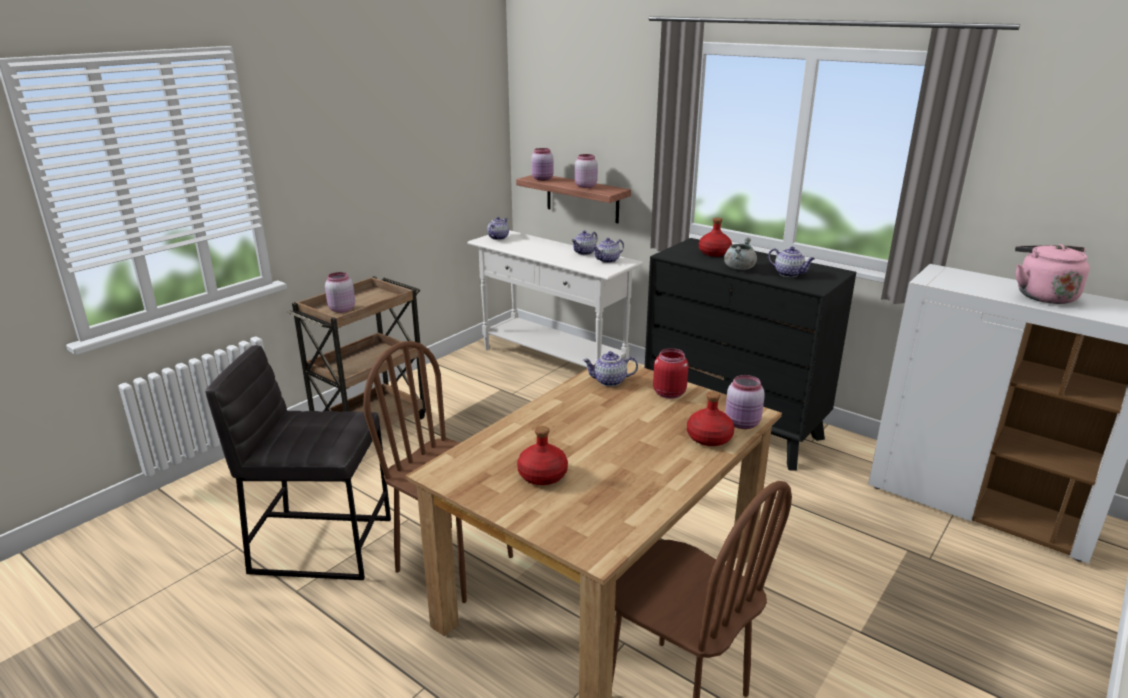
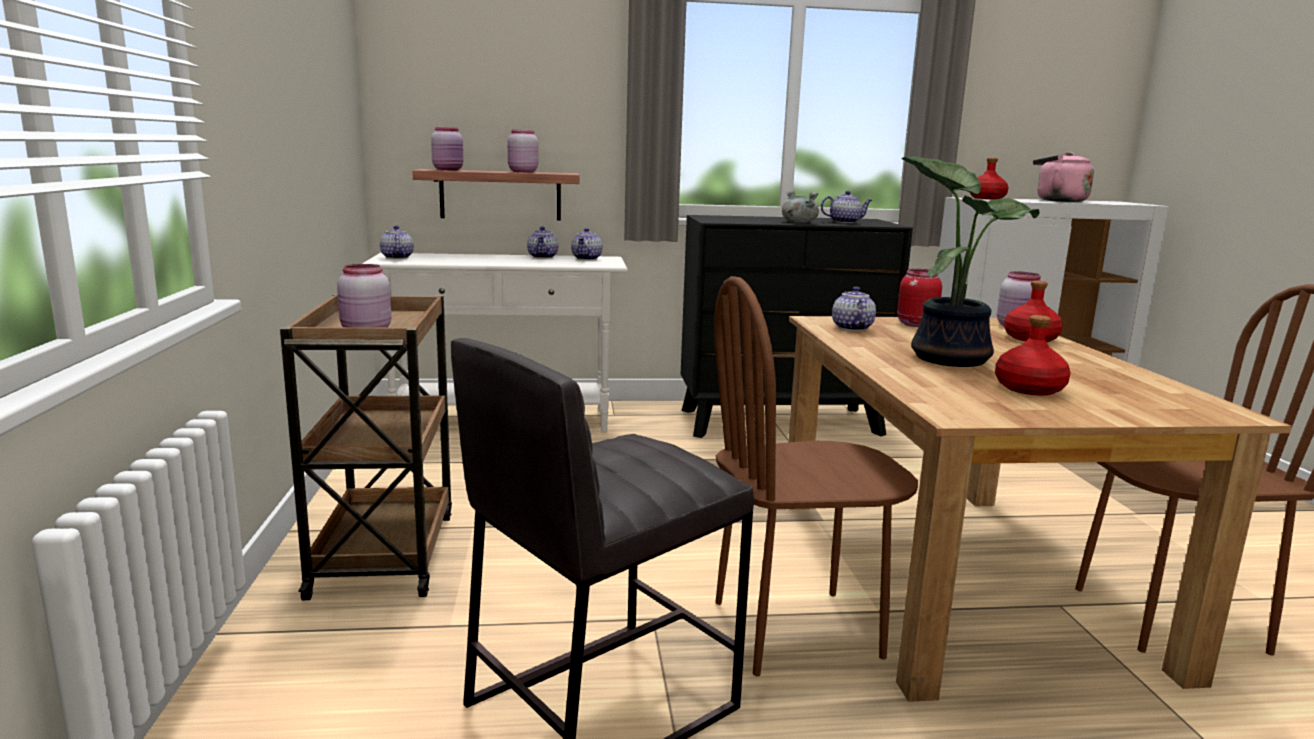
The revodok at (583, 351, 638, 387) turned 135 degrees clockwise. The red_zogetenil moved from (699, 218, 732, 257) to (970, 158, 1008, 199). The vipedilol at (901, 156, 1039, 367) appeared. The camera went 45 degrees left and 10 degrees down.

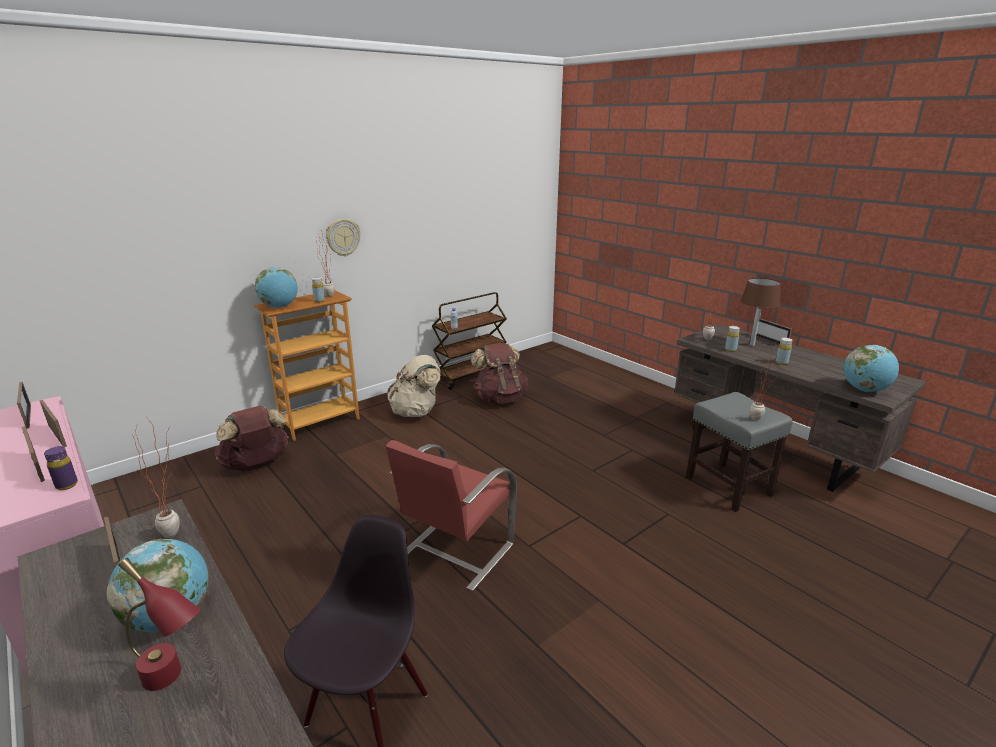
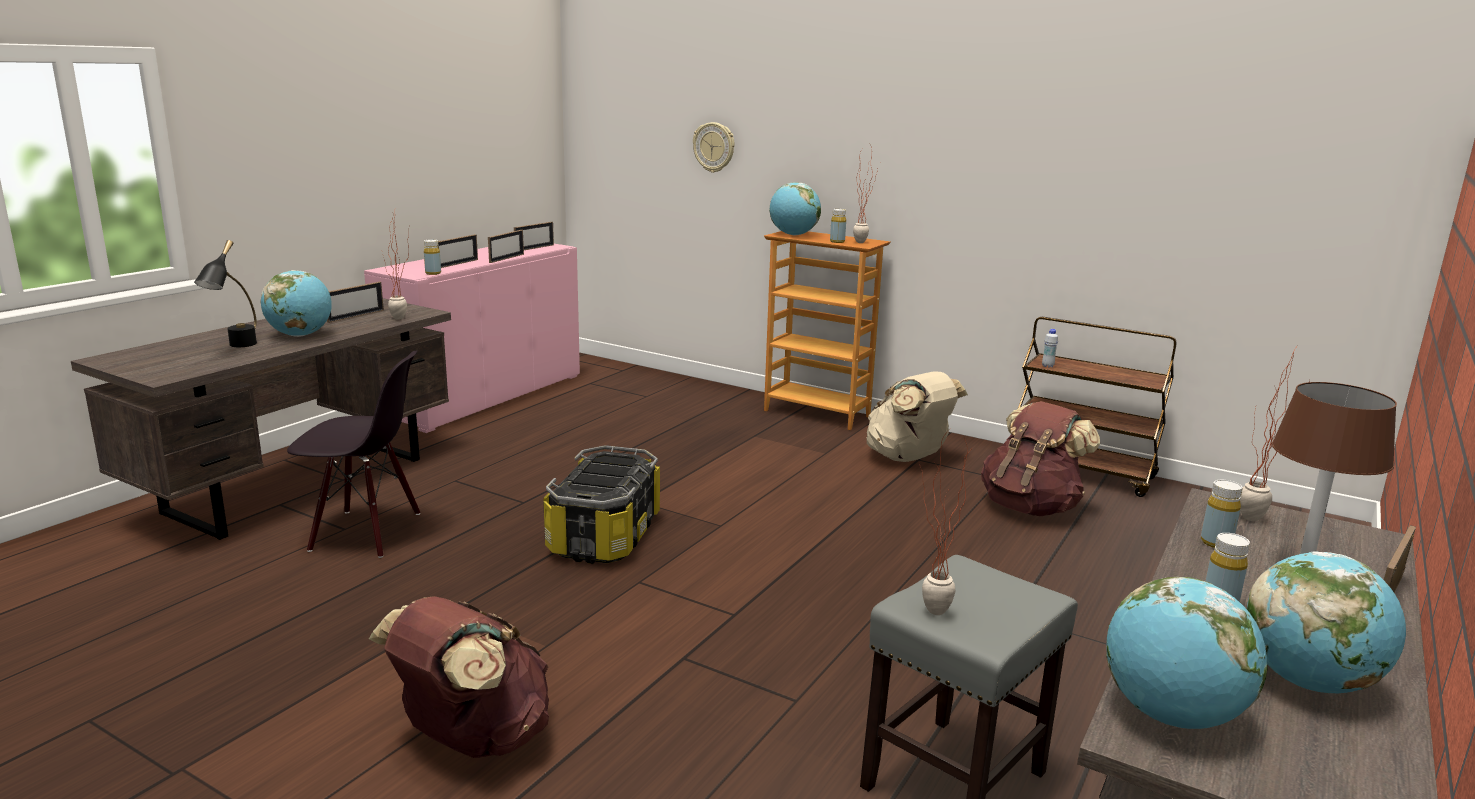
The purple_zogetenil at (44, 446, 78, 490) became the yellow_zogetenil at (424, 239, 441, 275). The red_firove at (118, 558, 201, 691) became the black_firove at (194, 240, 257, 347). The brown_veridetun moved from (214, 405, 289, 472) to (369, 596, 549, 758). The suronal moved from (326, 219, 361, 256) to (693, 122, 735, 173). The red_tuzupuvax at (386, 440, 517, 591) was replaced by the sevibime at (543, 445, 660, 564). The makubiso at (1247, 551, 1406, 693) appeared. The camera went 70 degrees right and 5 degrees down.

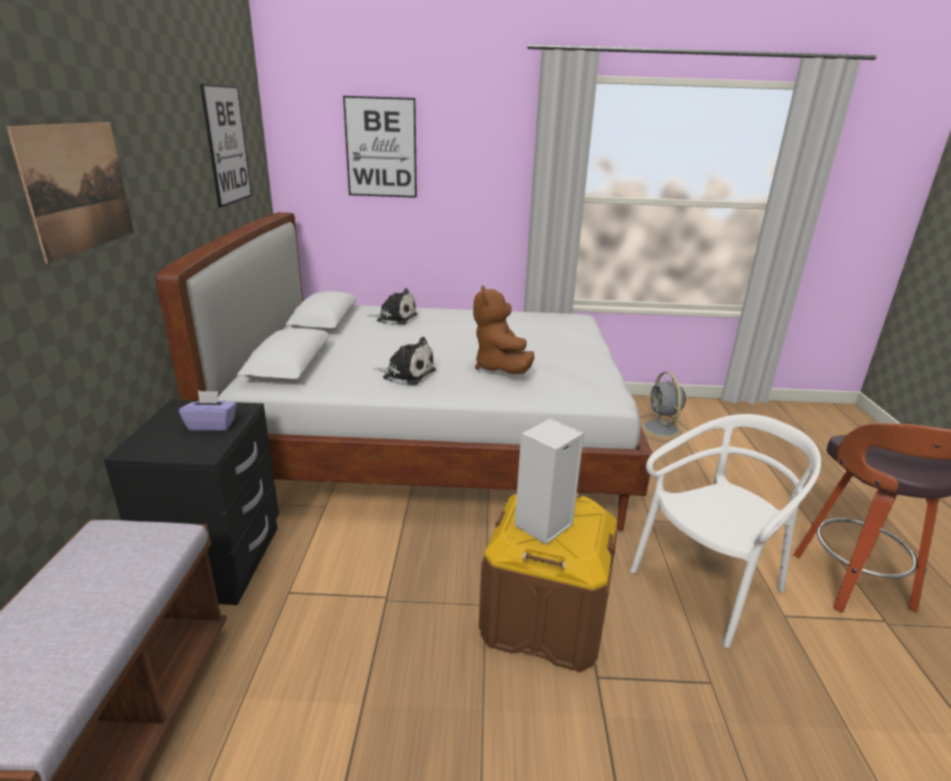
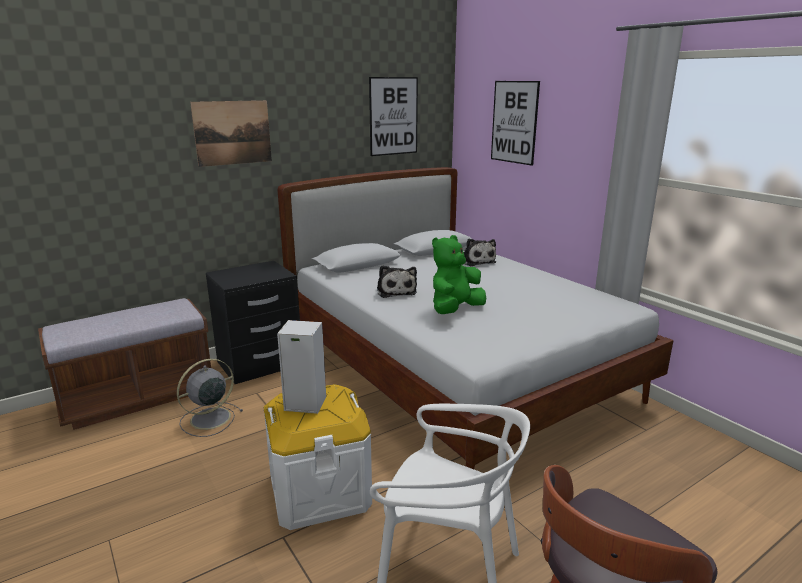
The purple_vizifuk at (179, 390, 237, 431) disappeared. The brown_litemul at (473, 285, 534, 374) became the green_litemul at (432, 235, 486, 314). The brown_sevibime at (479, 494, 618, 672) became the white_sevibime at (264, 384, 372, 530). The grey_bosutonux moved from (640, 372, 689, 442) to (177, 359, 243, 437). The camera went 55 degrees right and 5 degrees down.

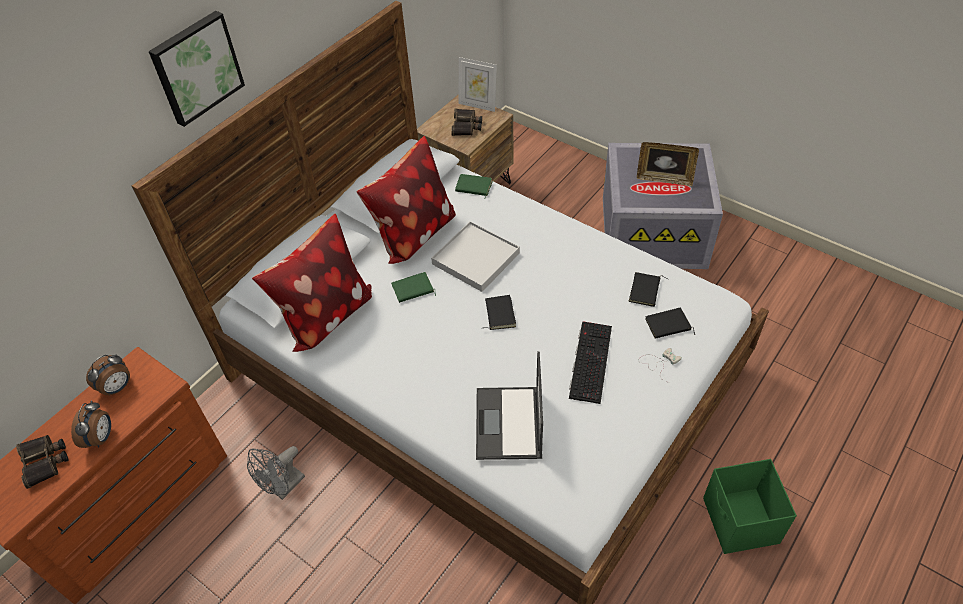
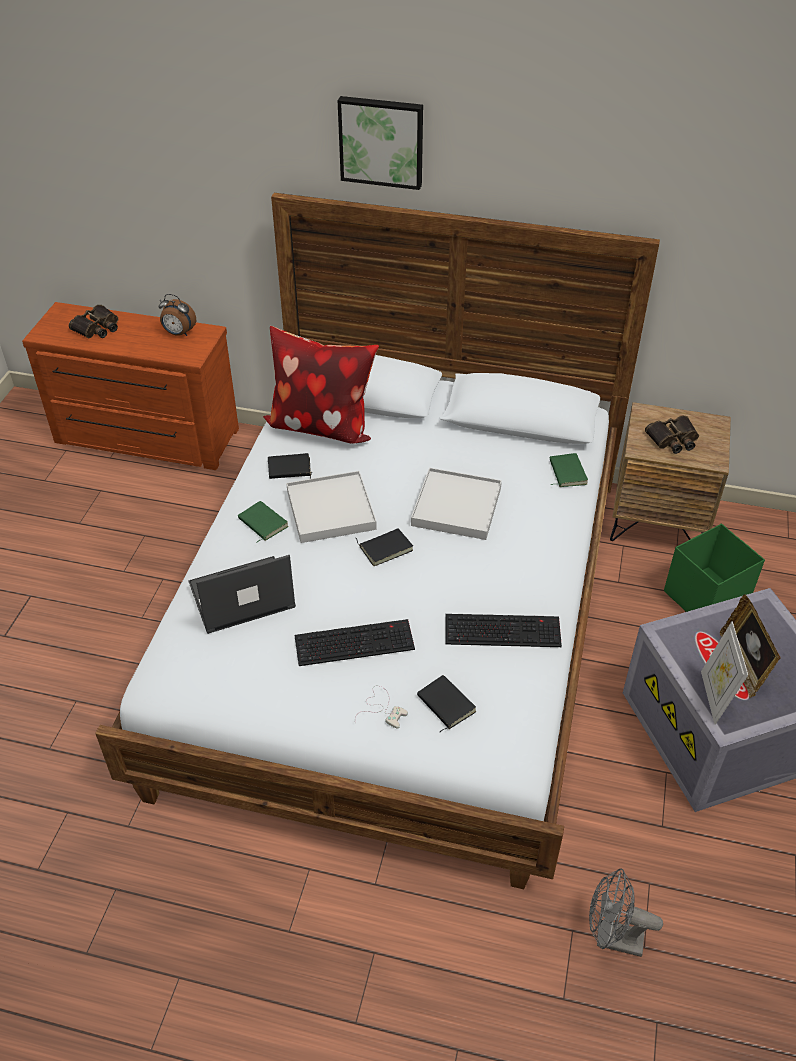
The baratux at (71, 400, 111, 448) disappeared. The grey_bosutonux moved from (247, 446, 305, 500) to (589, 868, 663, 957). The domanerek at (357, 136, 456, 264) disappeared. The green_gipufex moved from (391, 272, 436, 303) to (238, 501, 289, 543). The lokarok moved from (458, 57, 497, 112) to (701, 621, 748, 725). The black_gipufex moved from (629, 272, 669, 307) to (268, 453, 312, 479). The green_sevibime moved from (703, 459, 797, 554) to (664, 524, 765, 612). The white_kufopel at (286, 471, 377, 543) appeared. The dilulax at (445, 614, 562, 647) appeared. The camera went 65 degrees right and 5 degrees down.

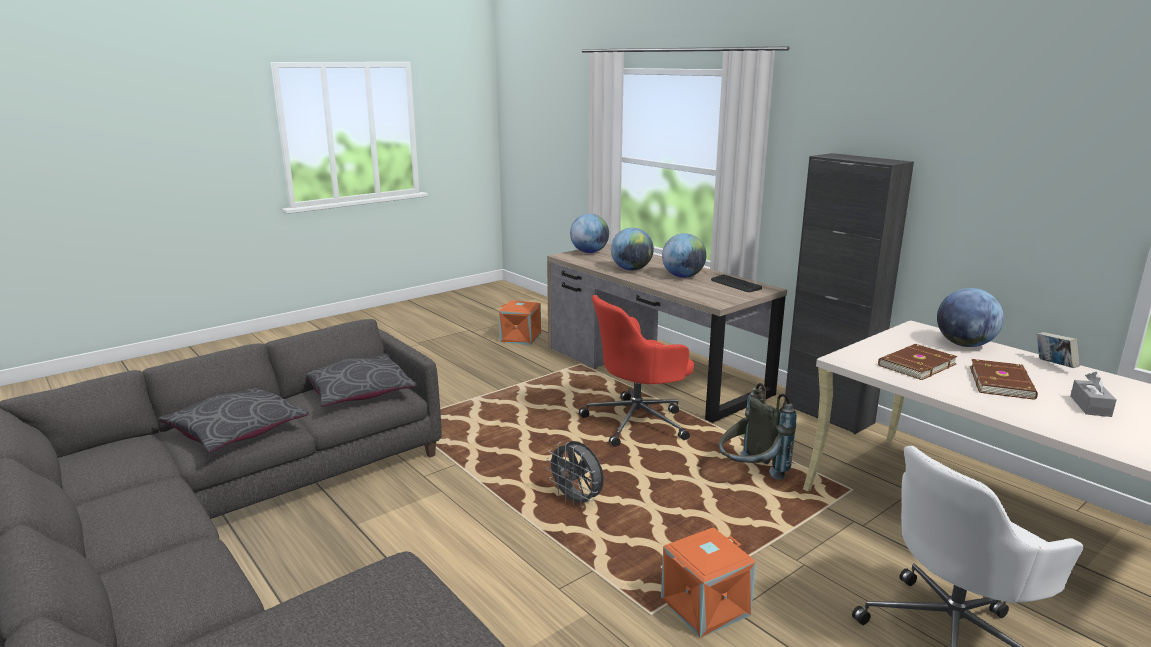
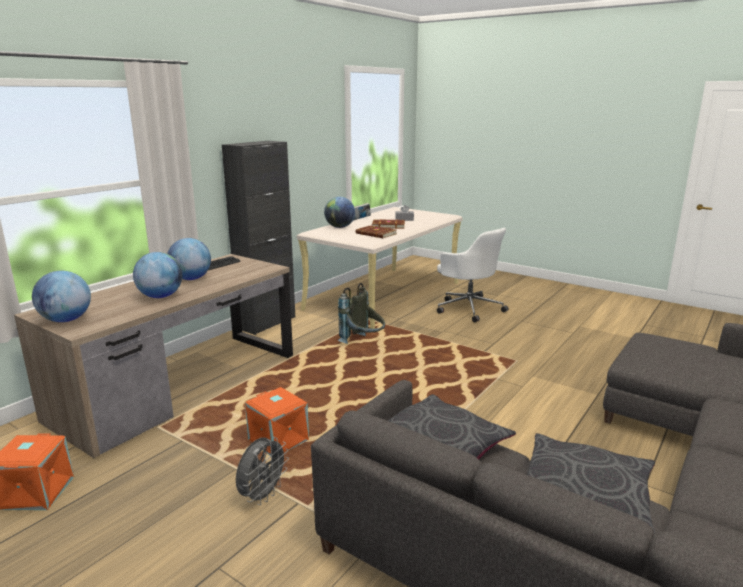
The grey_bosutonux moved from (546, 441, 604, 508) to (236, 437, 289, 505). The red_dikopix at (579, 295, 694, 447) disappeared. The orange_sevibime moved from (661, 527, 756, 638) to (245, 387, 309, 456). The camera went 105 degrees left and 0 degrees up.

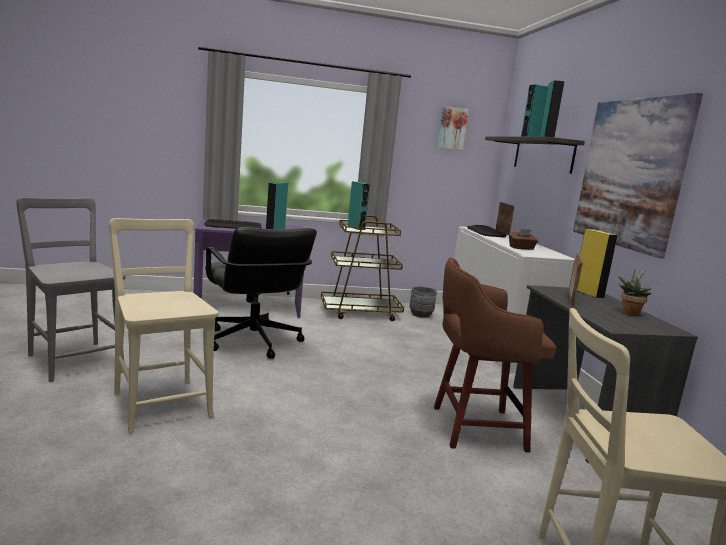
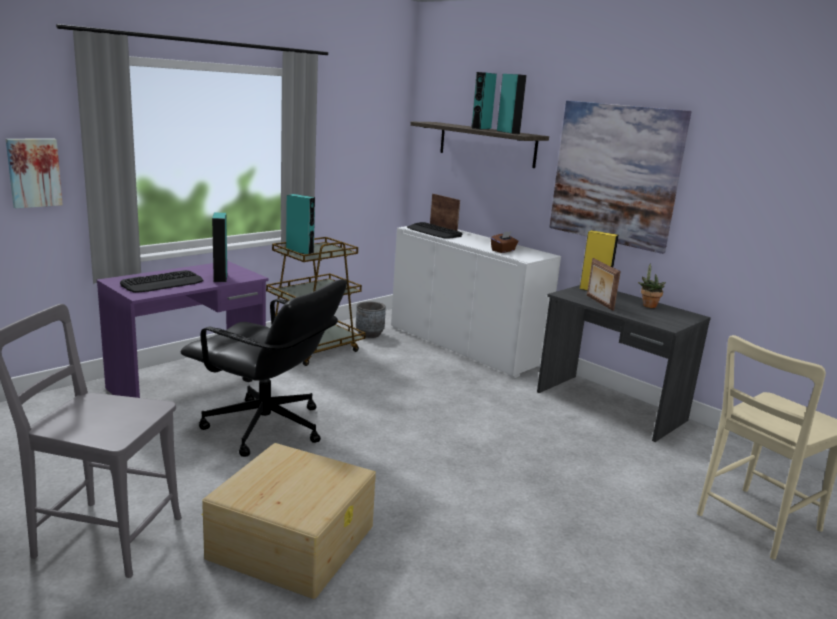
The beige_tuzupuvax at (109, 218, 219, 433) was replaced by the beige_sevibime at (202, 443, 376, 599). The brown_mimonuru at (434, 258, 556, 452) disappeared. The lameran moved from (437, 106, 469, 150) to (6, 139, 63, 208). The camera went 35 degrees left and 5 degrees up.

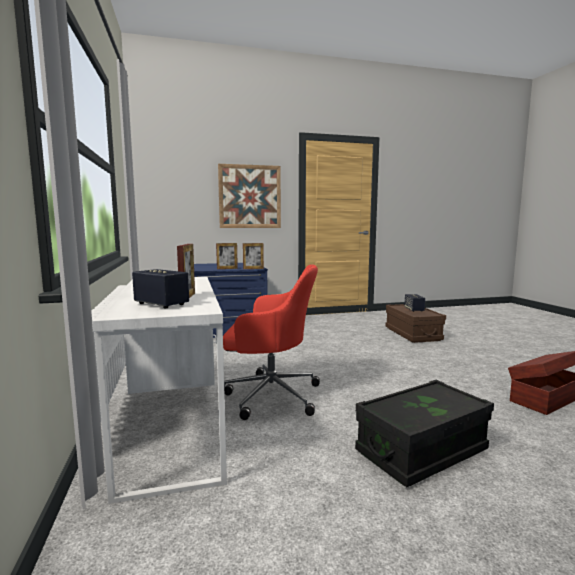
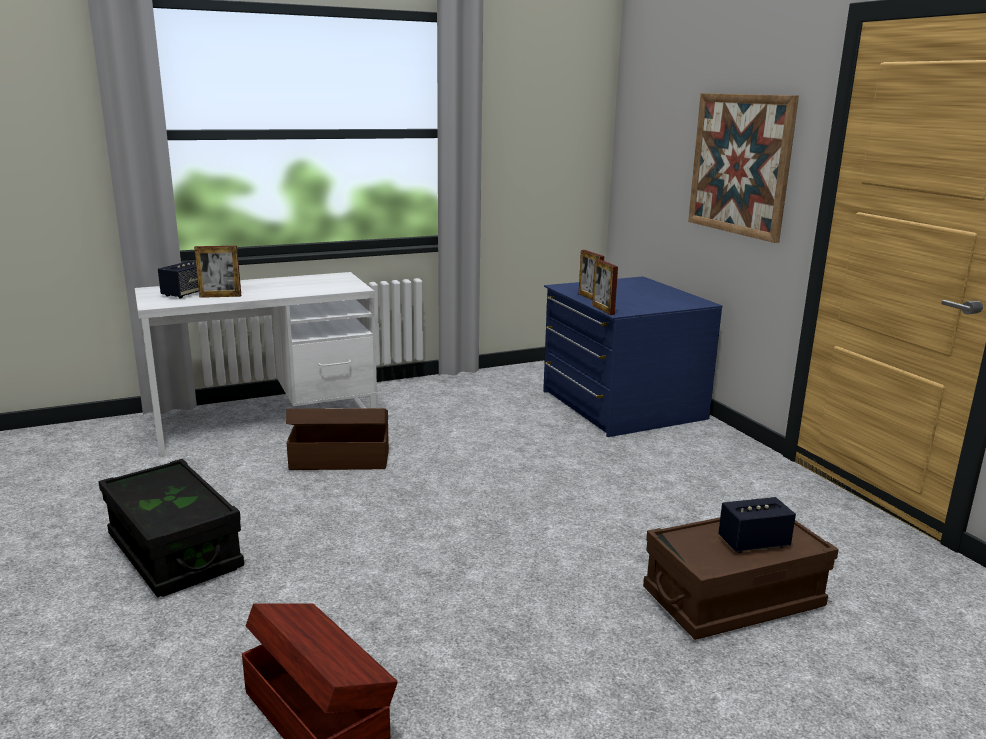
The red_dikopix at (223, 265, 320, 420) was replaced by the brown_sevibime at (286, 408, 389, 470). The camera went 80 degrees right and 10 degrees up.

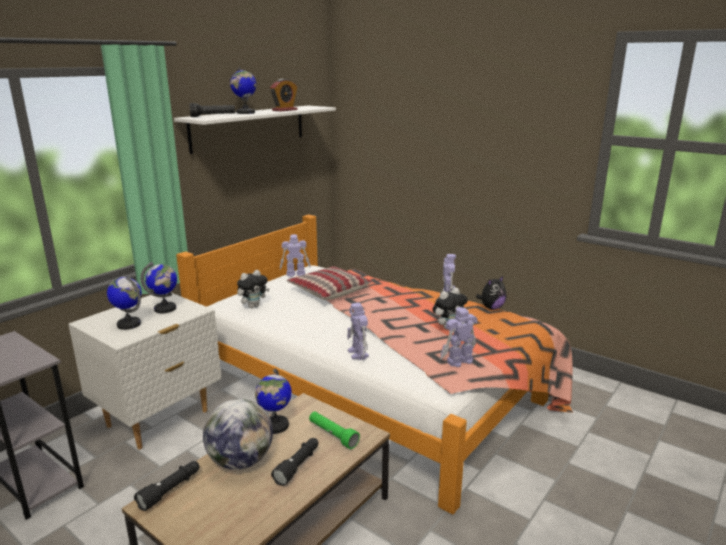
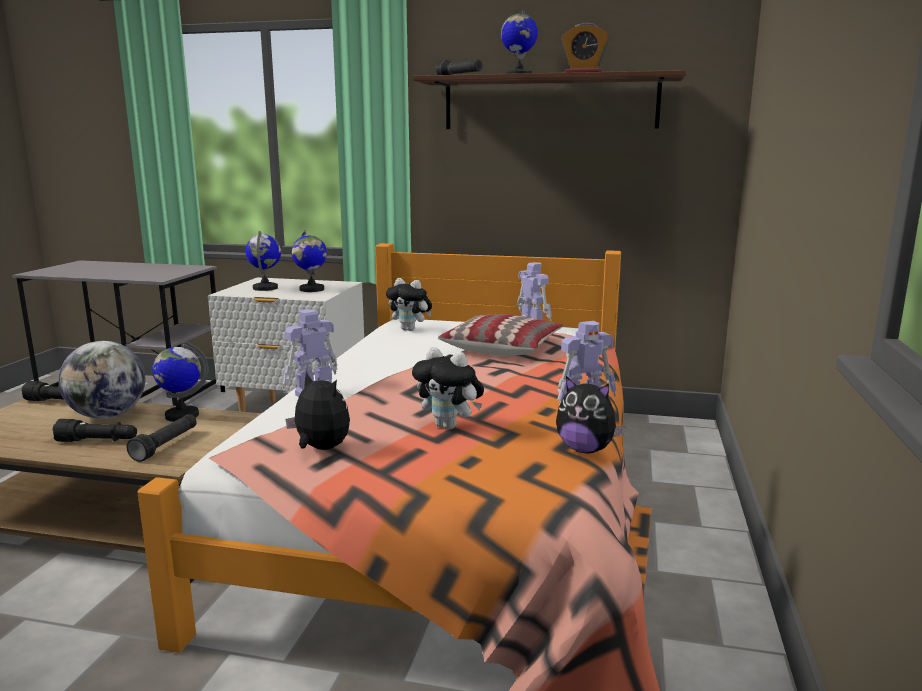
The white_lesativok at (174, 106, 336, 154) became the brown_lesativok at (413, 70, 686, 129). The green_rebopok at (309, 411, 360, 449) became the black_rebopok at (126, 414, 197, 462). The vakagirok at (440, 307, 478, 367) was replaced by the litemul at (286, 371, 350, 450). The camera went 65 degrees right and 5 degrees down.

